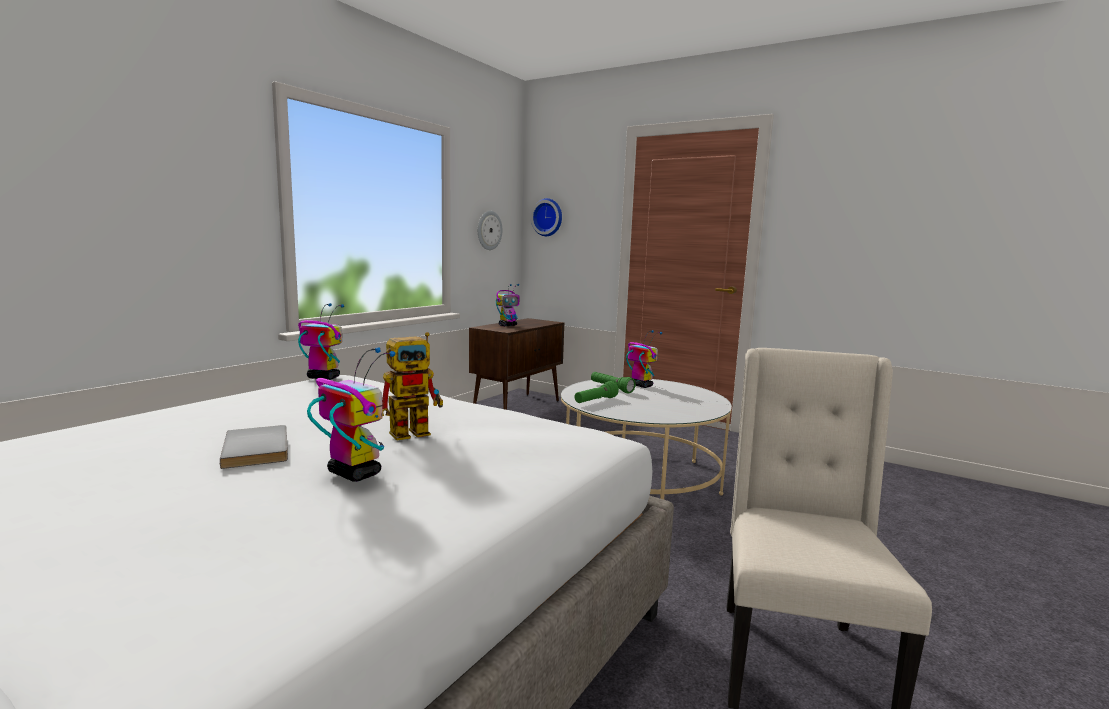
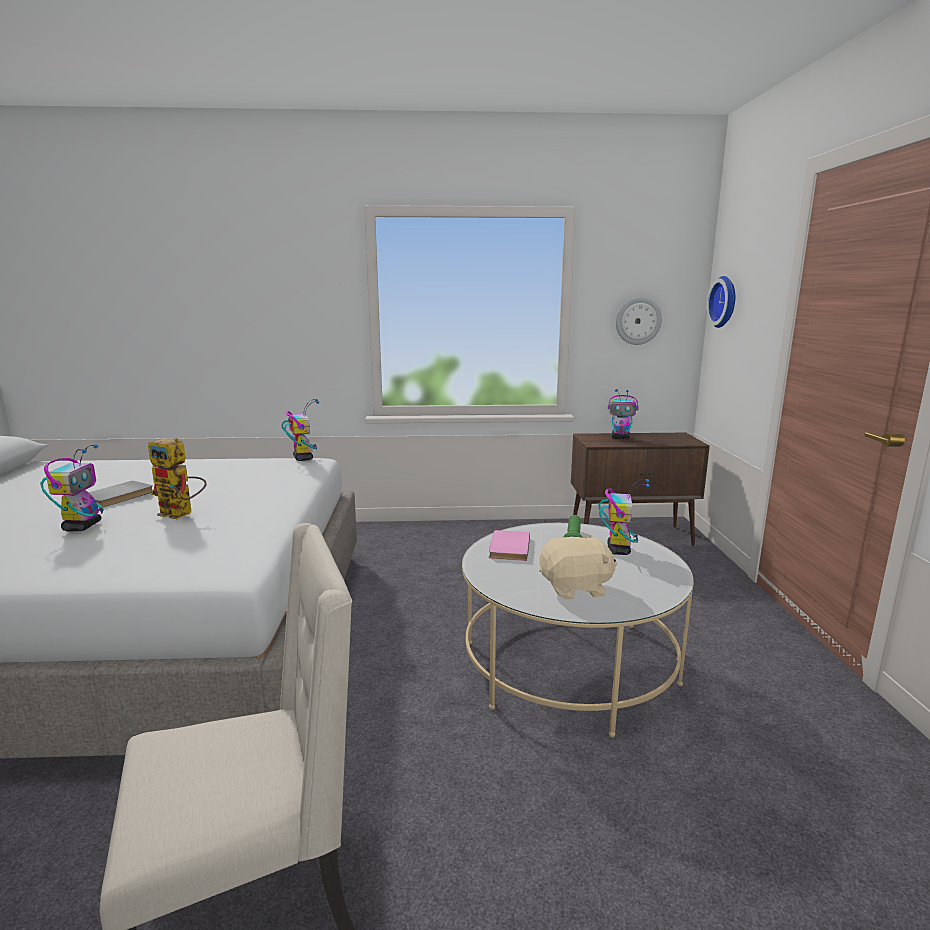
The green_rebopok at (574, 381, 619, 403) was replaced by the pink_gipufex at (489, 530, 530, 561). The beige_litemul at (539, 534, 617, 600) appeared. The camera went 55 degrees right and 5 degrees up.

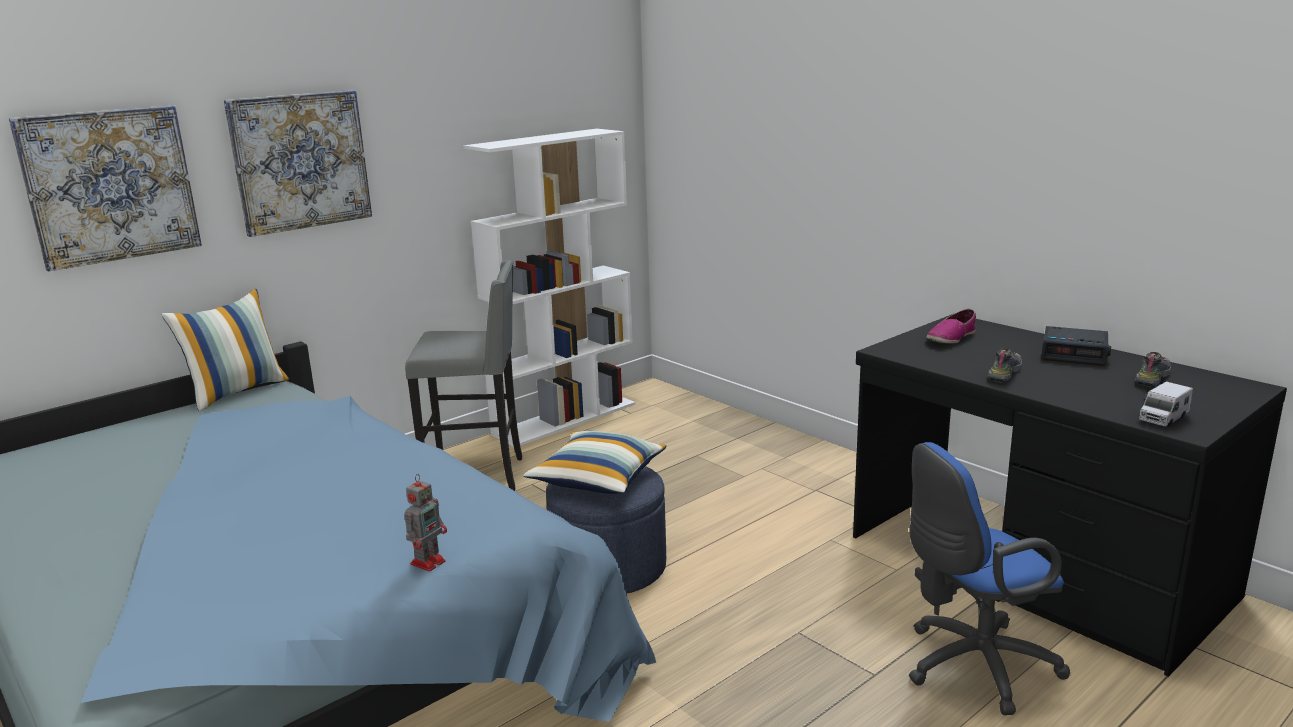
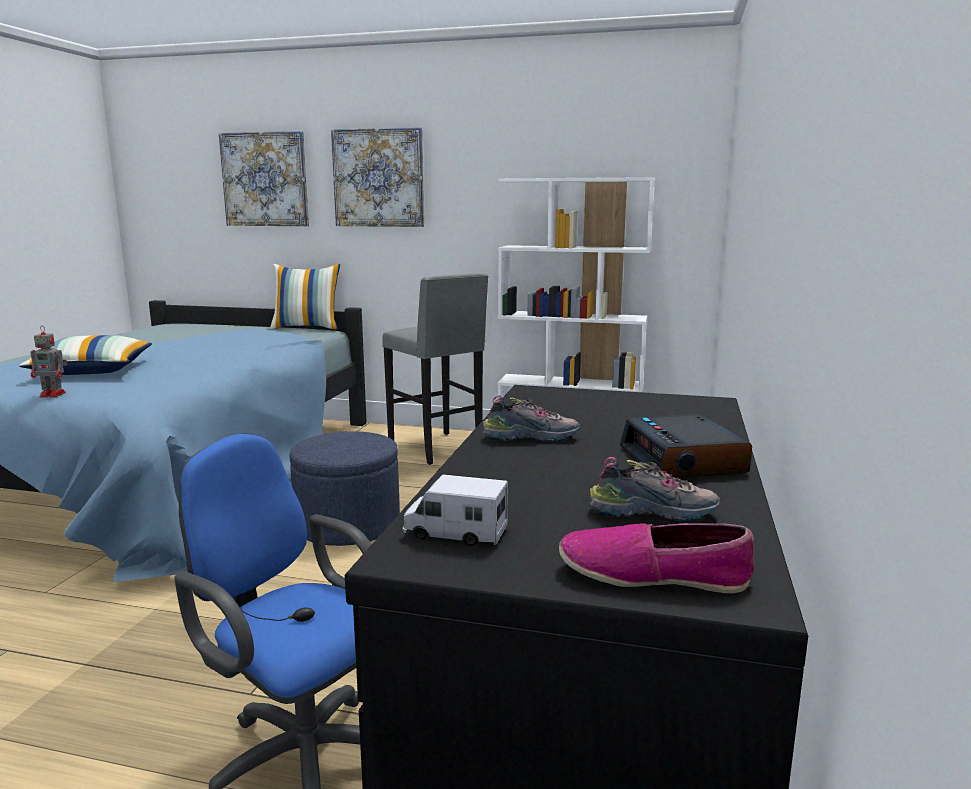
The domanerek moved from (523, 431, 666, 494) to (19, 335, 152, 375). The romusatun moved from (927, 309, 976, 343) to (559, 523, 755, 594). The camera went 55 degrees right and 5 degrees down.

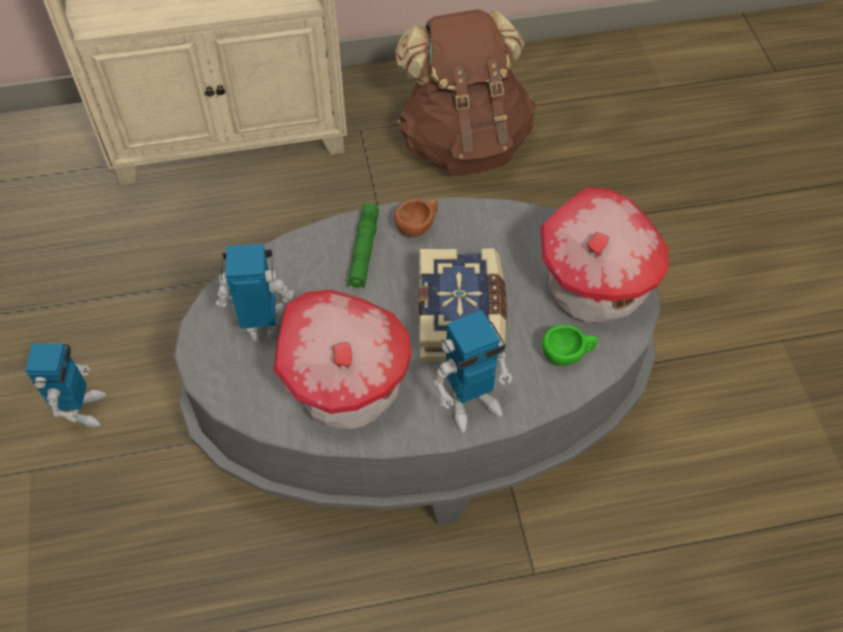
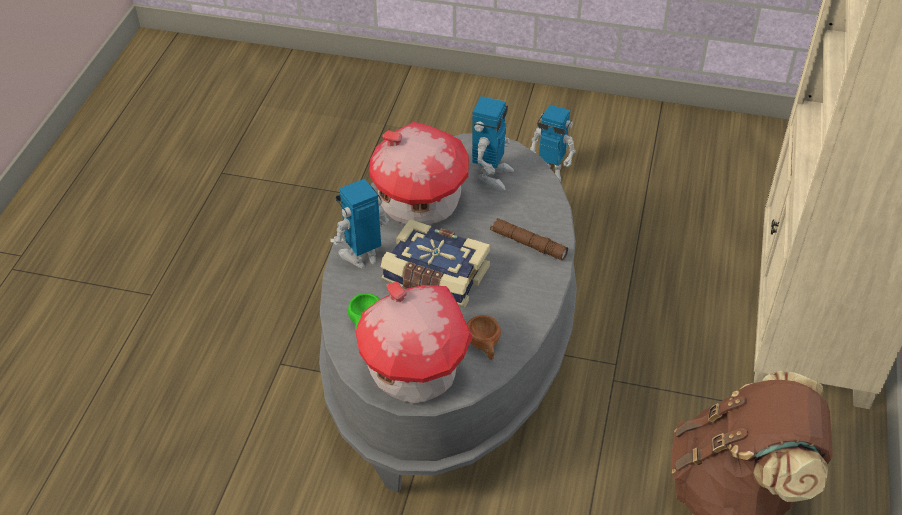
The green_rebopok at (347, 203, 379, 288) became the brown_rebopok at (490, 218, 568, 261). The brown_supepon moved from (394, 199, 438, 237) to (467, 315, 501, 360). The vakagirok at (433, 310, 512, 433) turned 60 degrees clockwise. The camera went 115 degrees right and 10 degrees down.

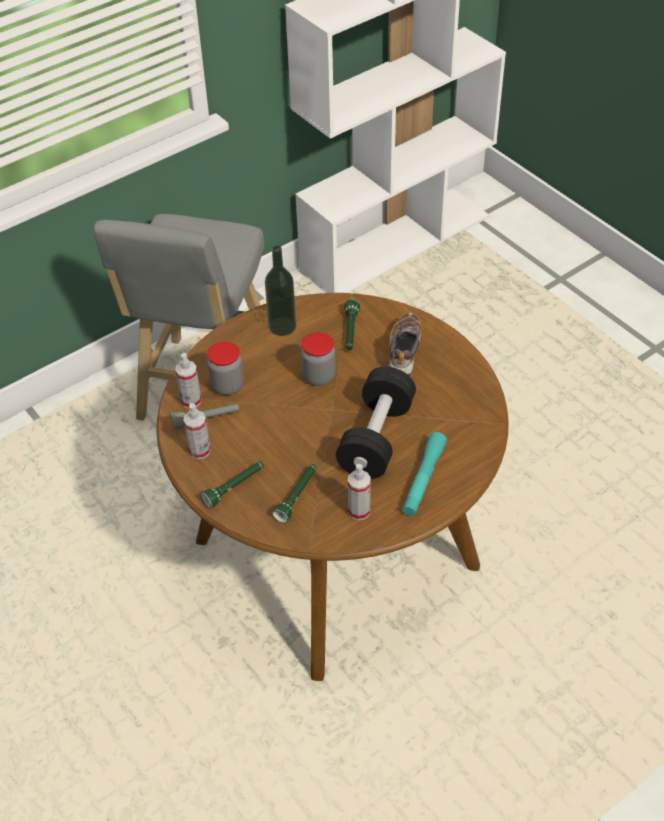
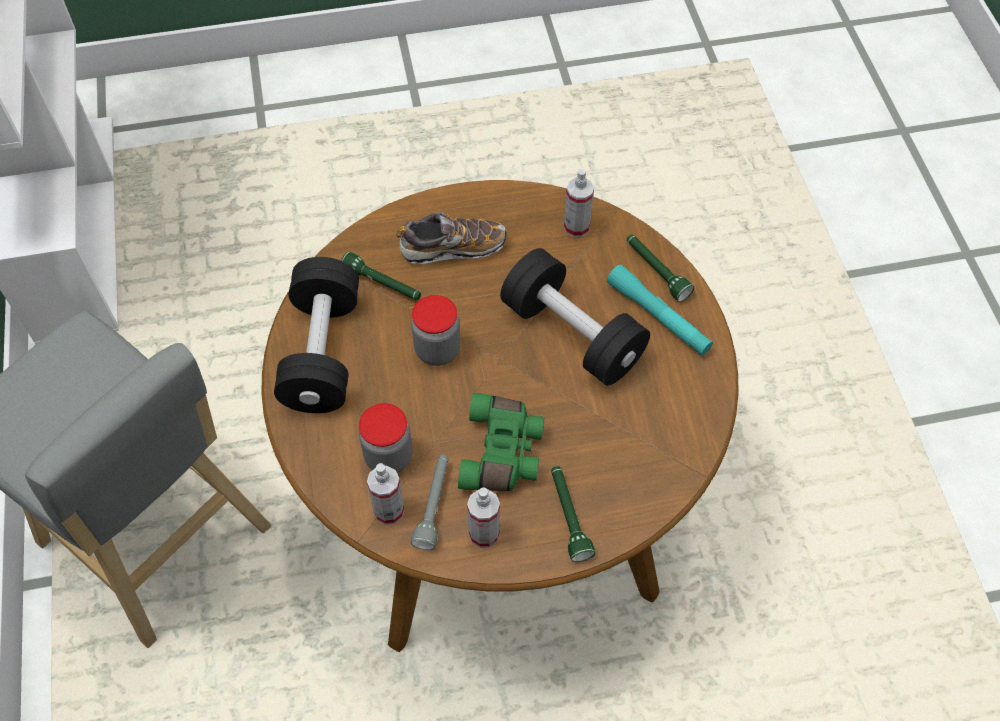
The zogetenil at (265, 246, 296, 336) was replaced by the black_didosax at (274, 257, 359, 413). The green_rebopok moved from (272, 464, 317, 523) to (627, 234, 694, 302). The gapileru moved from (348, 464, 371, 520) to (564, 169, 594, 237). The romusatun at (389, 313, 421, 376) turned 135 degrees clockwise. The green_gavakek at (458, 393, 544, 491) appeared. The camera went 65 degrees left and 10 degrees up.

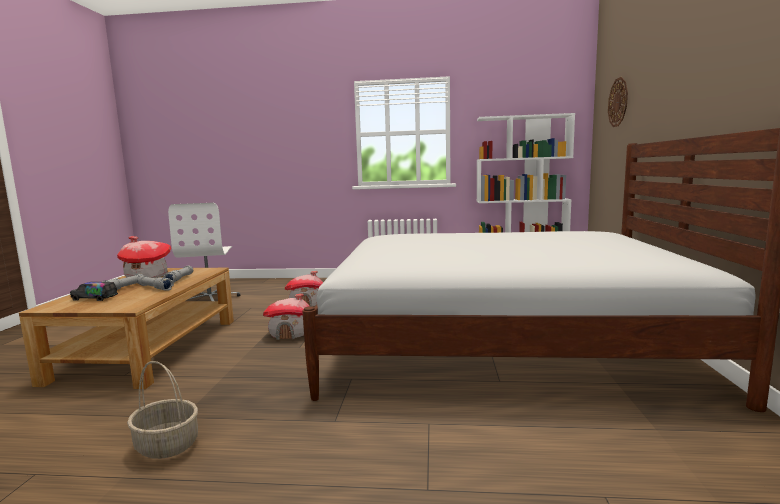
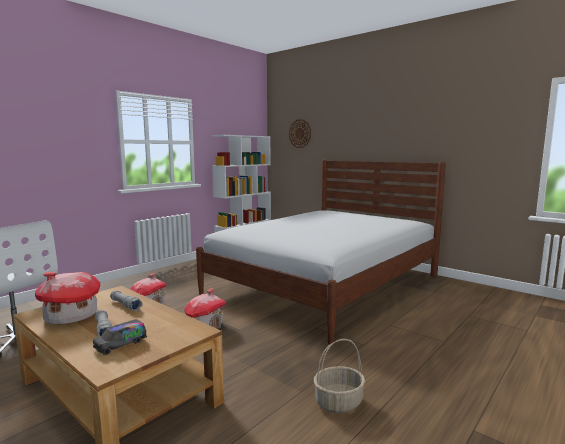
The grey_rebopok at (138, 276, 174, 290) disappeared. The camera went 55 degrees left and 0 degrees up.

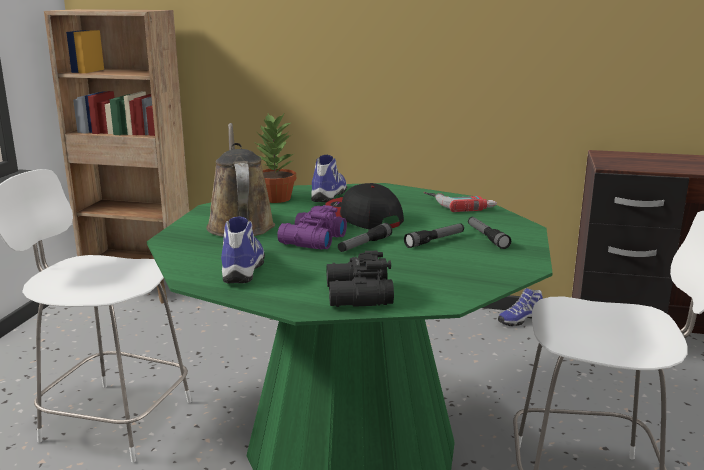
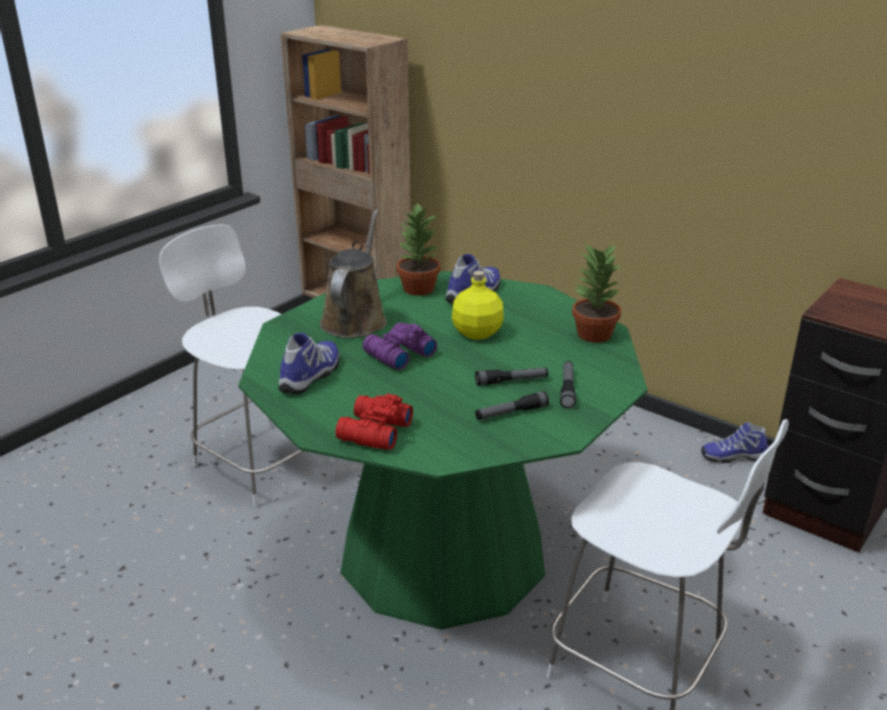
The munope at (325, 183, 404, 230) was replaced by the yellow_zogetenil at (452, 270, 504, 340). The black_gavakek at (327, 251, 394, 307) became the red_gavakek at (335, 394, 413, 450). The rebopok moved from (338, 223, 392, 252) to (475, 391, 549, 420). The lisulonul at (424, 192, 497, 212) was replaced by the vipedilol at (572, 243, 621, 343). The camera went 25 degrees right and 10 degrees up.

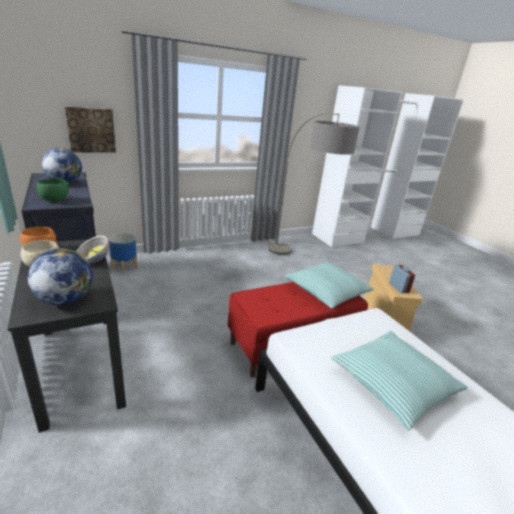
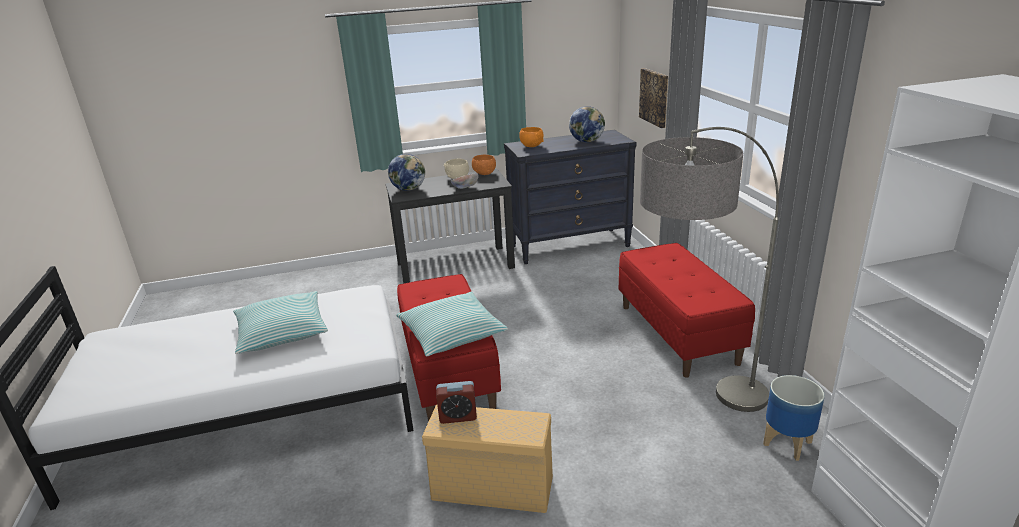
The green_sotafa at (36, 178, 69, 202) became the orange_sotafa at (519, 127, 544, 147). The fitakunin moved from (109, 233, 137, 275) to (763, 375, 825, 461). The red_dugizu at (619, 243, 755, 378) appeared. The camera went 105 degrees right and 0 degrees up.

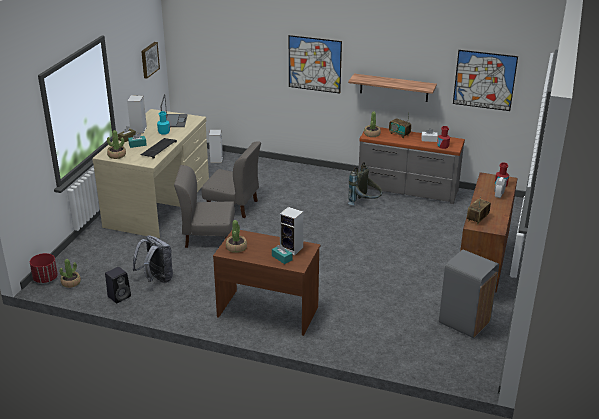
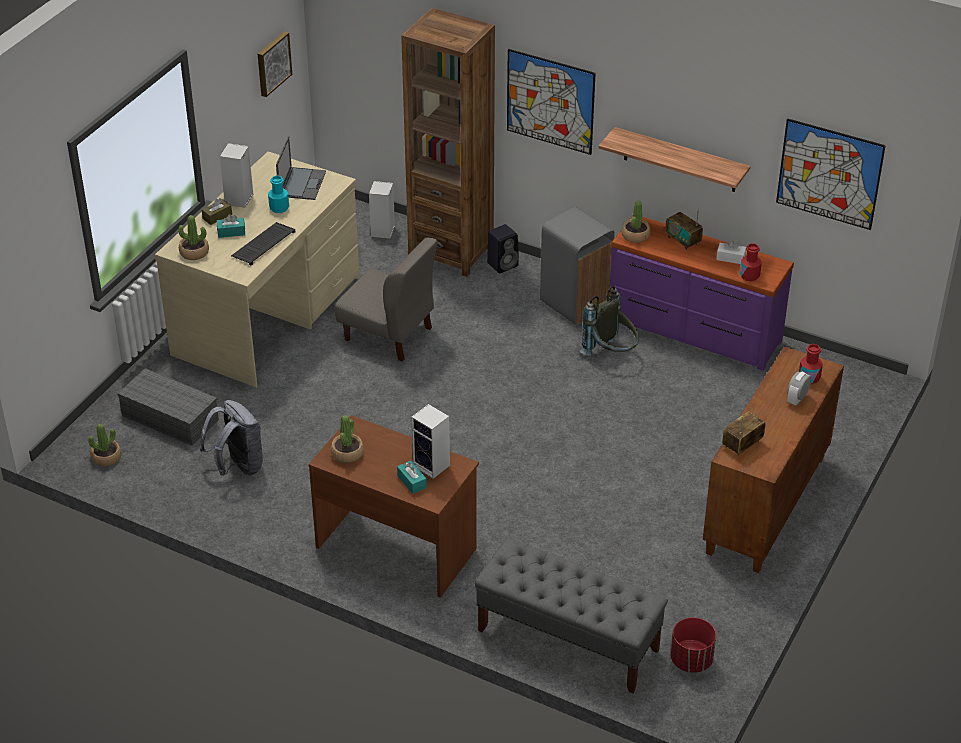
The red_fitakunin moved from (30, 253, 58, 283) to (671, 617, 716, 673). The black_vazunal moved from (105, 267, 131, 303) to (487, 224, 519, 273). The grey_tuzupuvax at (174, 165, 235, 248) disappeared. The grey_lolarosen at (358, 127, 465, 204) became the purple_lolarosen at (610, 216, 794, 371). The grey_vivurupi moved from (439, 249, 499, 338) to (540, 207, 615, 325). The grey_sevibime at (117, 368, 219, 446) appeared. The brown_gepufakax at (401, 8, 495, 277) appeared. The grey_dugizu at (474, 538, 668, 694) appeared. The camera went 10 degrees right and 10 degrees up.

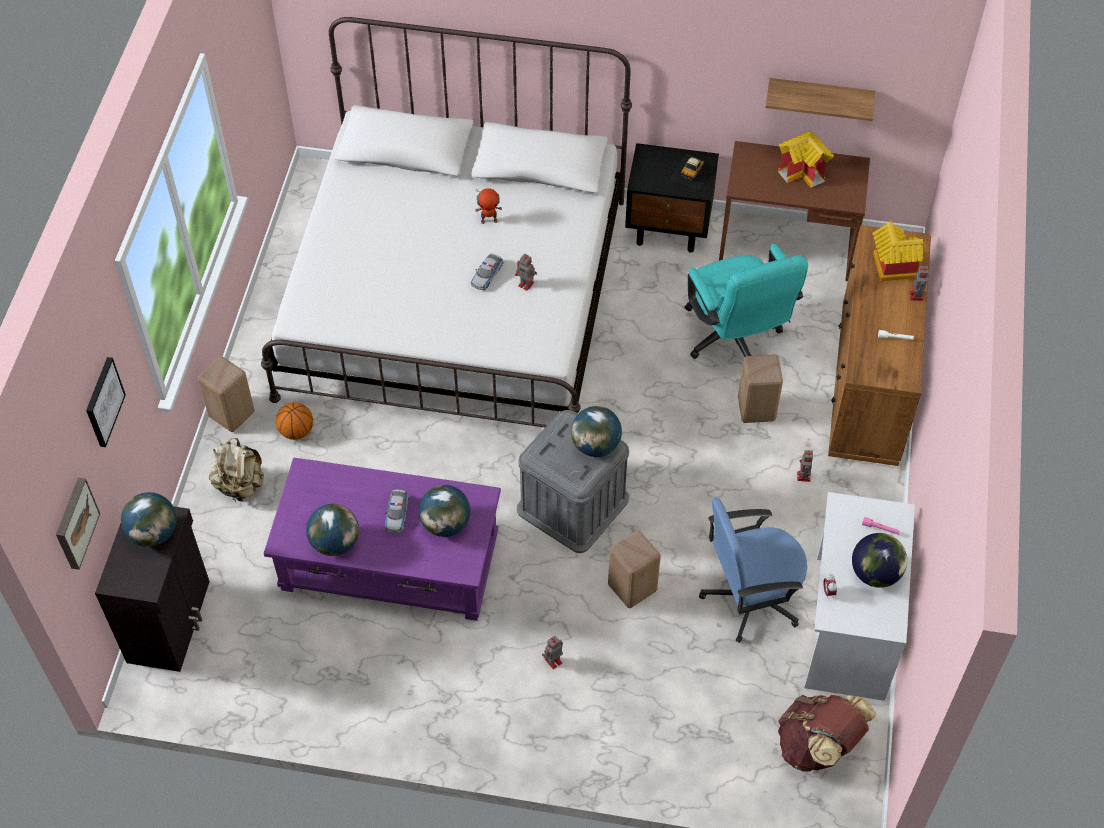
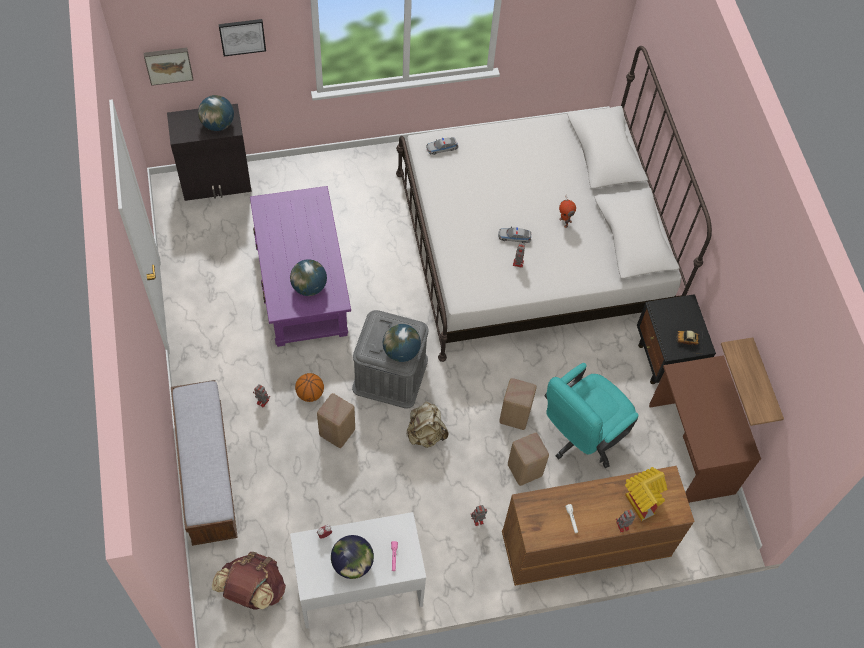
The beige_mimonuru moved from (197, 356, 255, 432) to (499, 378, 537, 430). The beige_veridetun moved from (209, 438, 264, 502) to (406, 402, 448, 448). The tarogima moved from (276, 402, 313, 440) to (295, 373, 324, 402). The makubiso at (306, 504, 359, 556) disappeared. The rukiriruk moved from (385, 490, 409, 533) to (426, 137, 459, 155). The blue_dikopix at (699, 498, 807, 643) disappeared. The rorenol at (778, 132, 834, 188) disappeared. The dugizu at (171, 380, 238, 546) appeared. The camera went 65 degrees right and 5 degrees up.

